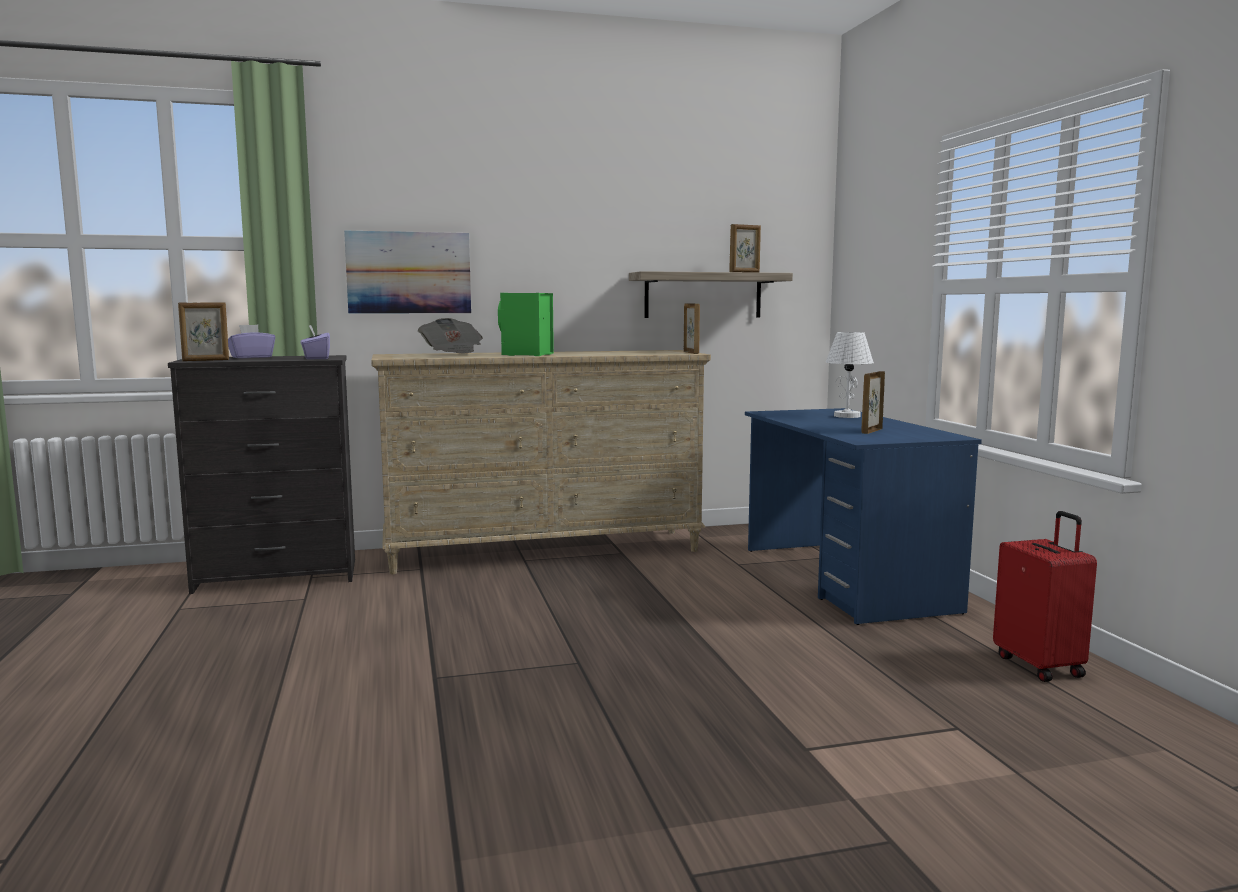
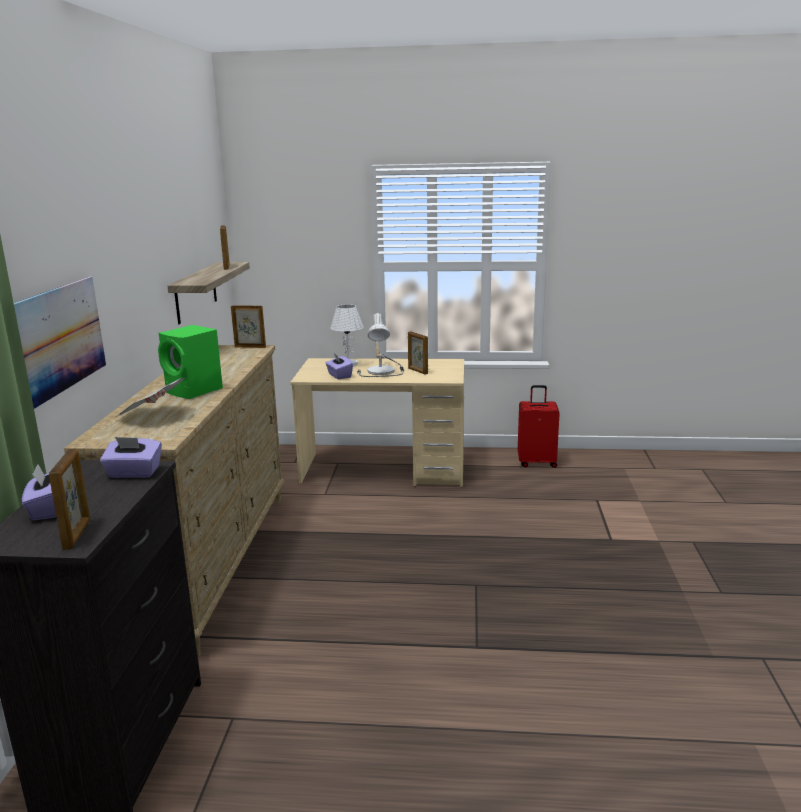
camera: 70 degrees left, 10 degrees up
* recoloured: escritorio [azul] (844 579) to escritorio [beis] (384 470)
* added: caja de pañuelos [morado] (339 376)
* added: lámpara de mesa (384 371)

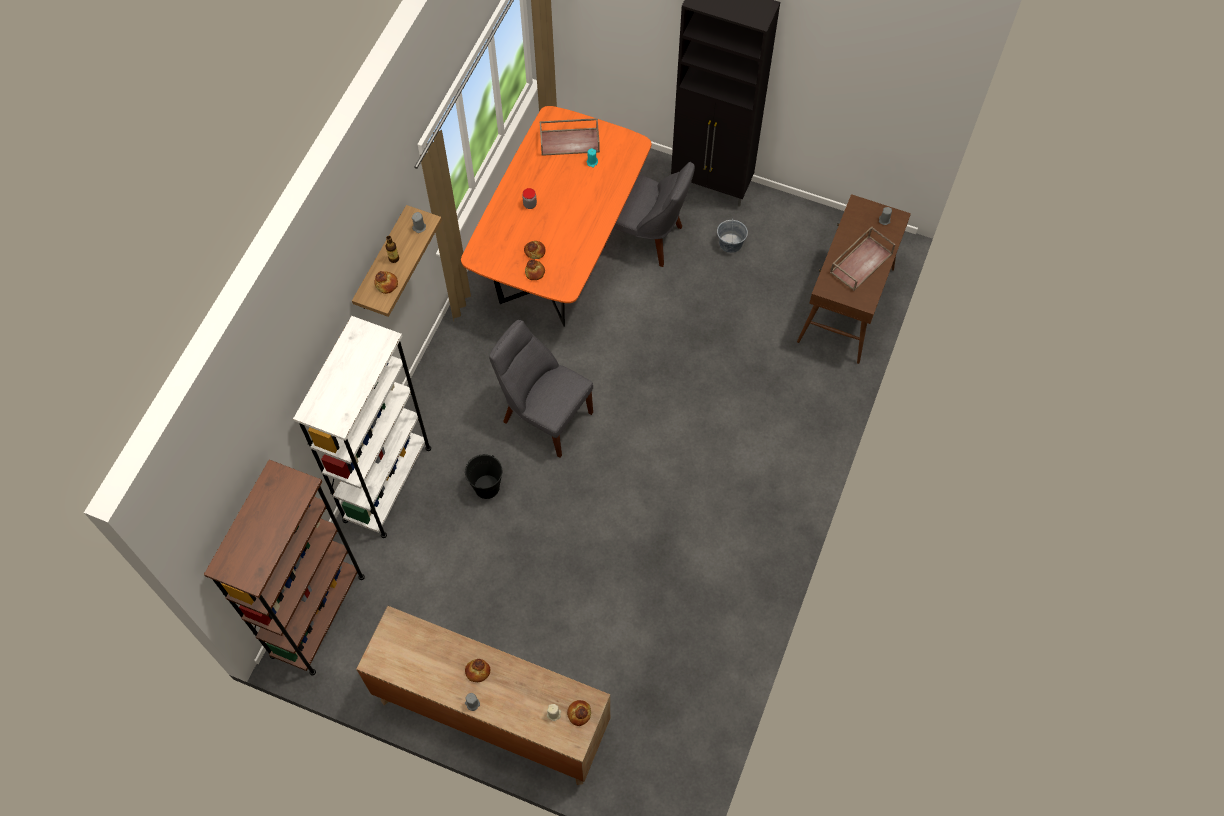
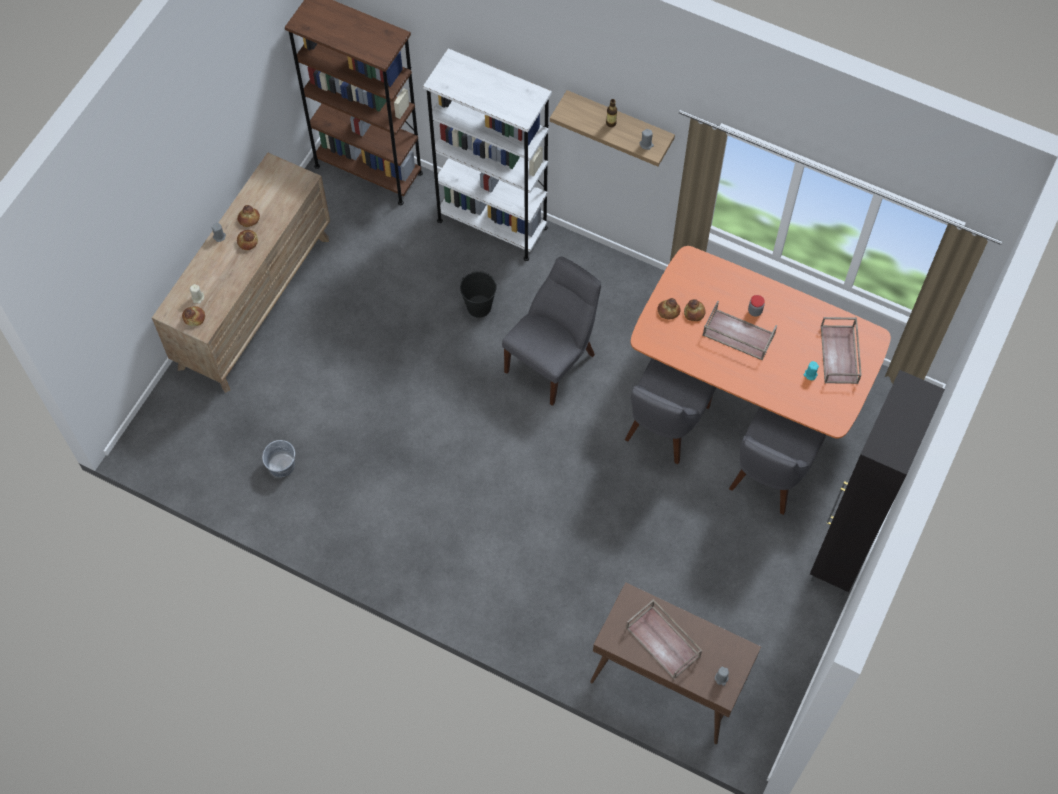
camera: 95 degrees right, 0 degrees up
* moved: pan (387 284) to (249 219)
* moved: cubo [gris] (730 243) to (281 465)
* added: silla [gris] (664 426)
* added: bandeja [marrón] (737 335)

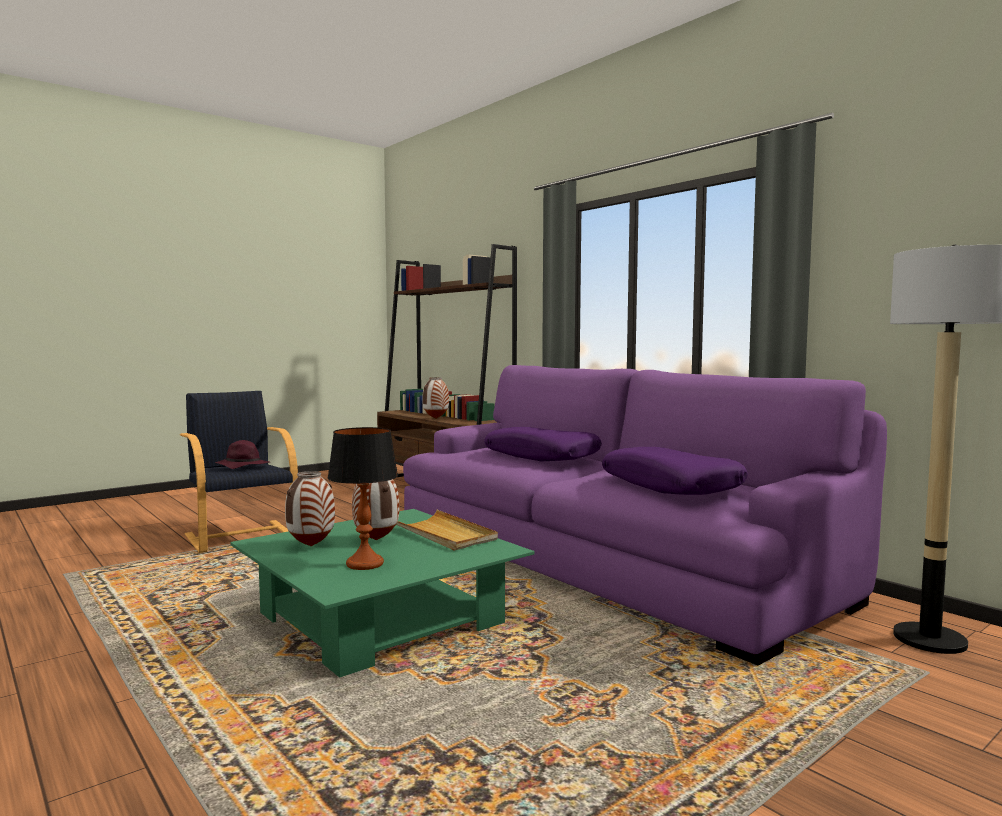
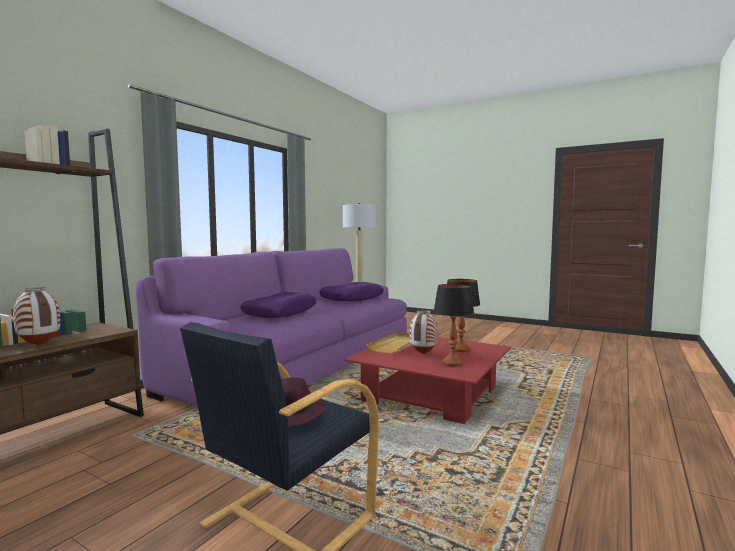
camera: 110 degrees left, 0 degrees up
* recoloured: mesa de centro [verde] (382 619) to mesa de centro [rojo] (430 394)
* replaced: florero (311 546) to lámpara de mesa (452 363)

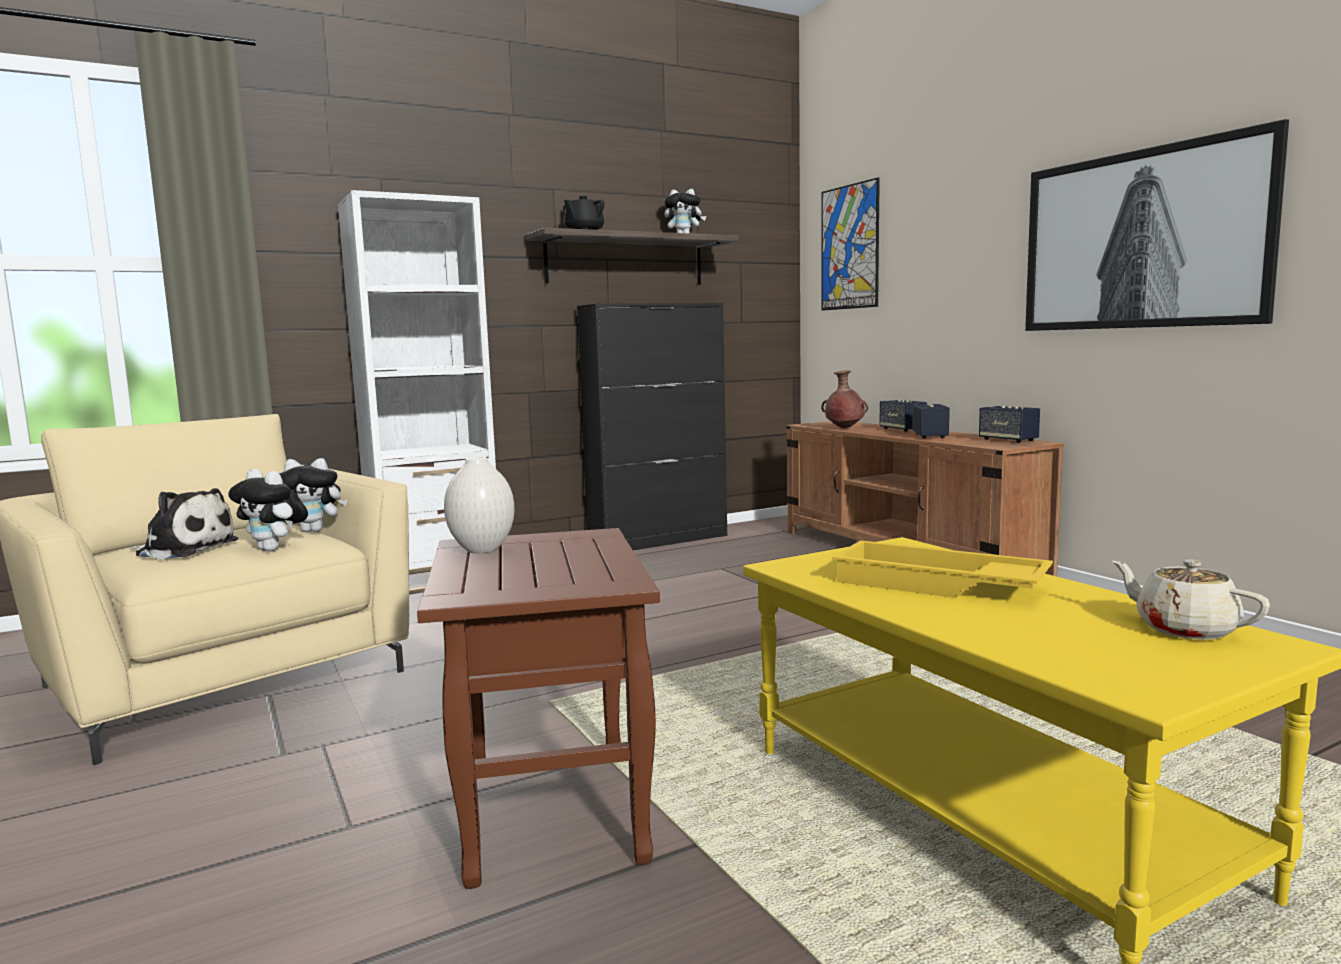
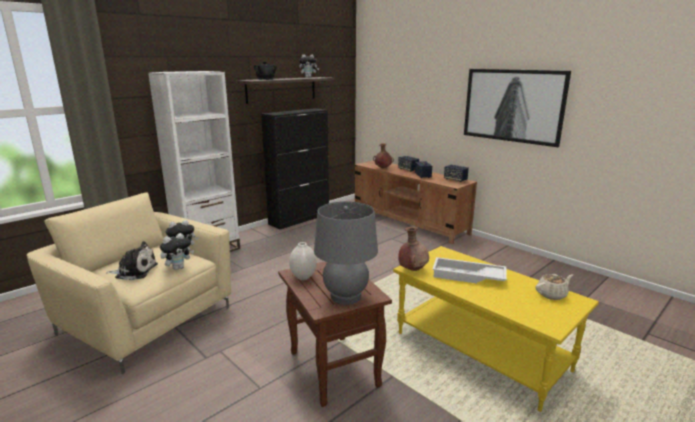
camera: 15 degrees left, 10 degrees up
* turned: peluche (274 549) = (178 268) 60 degrees counterclockwise
* removed: cuadro (849 247)
* recoloured: bandeja [amarillo] (936 585) to bandeja [blanco] (467 276)
* turned: tetera [beis] (1184 629) = (552 294) 120 degrees clockwise
* added: lámpara de mesa [gris] (346 296)
* added: florero [marrón] (412 270)

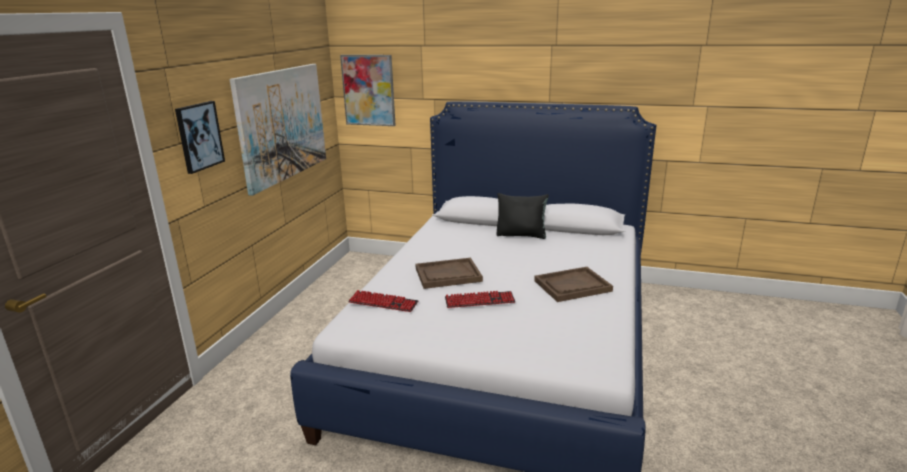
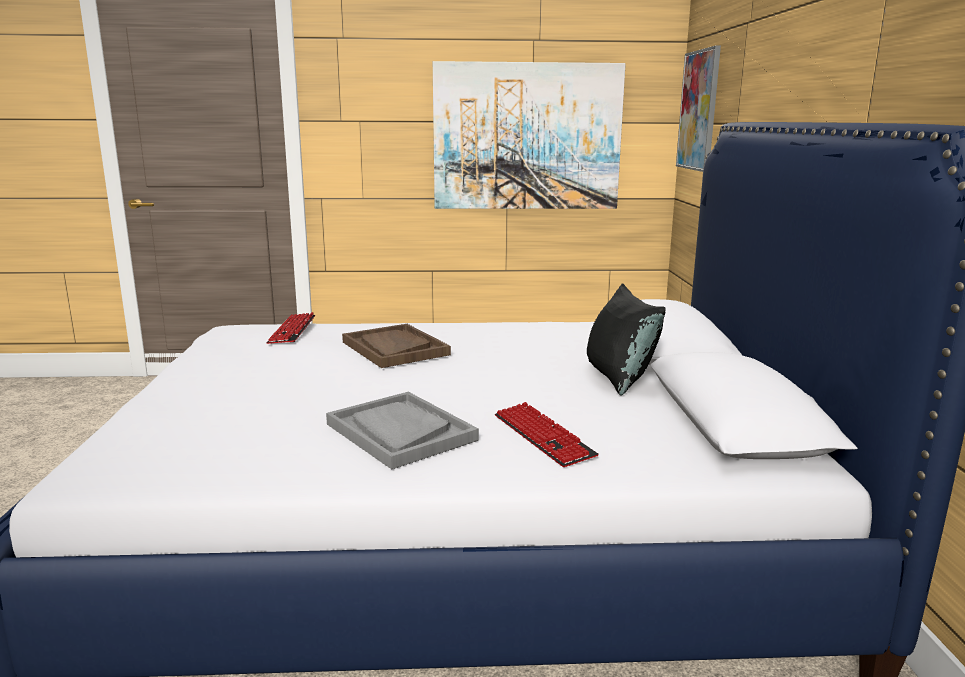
camera: 70 degrees right, 5 degrees down
* removed: cuadro (199 136)
* moved: teclado (479 300) to (543 436)
* recoloured: bandeja [marrón] (572 286) to bandeja [gris] (400 432)

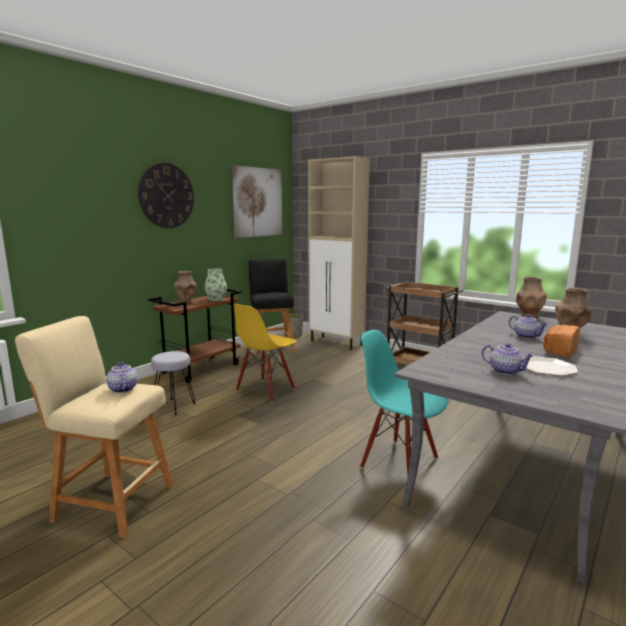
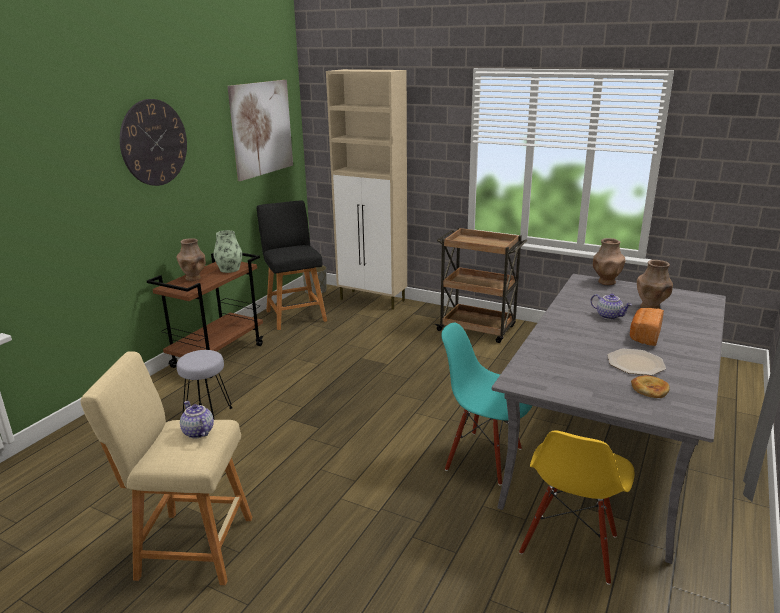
camera: 10 degrees left, 10 degrees up
* moved: silla [amarillo] (265 390) to (570 546)
* removed: tetera (505 371)
* added: pan (649 389)

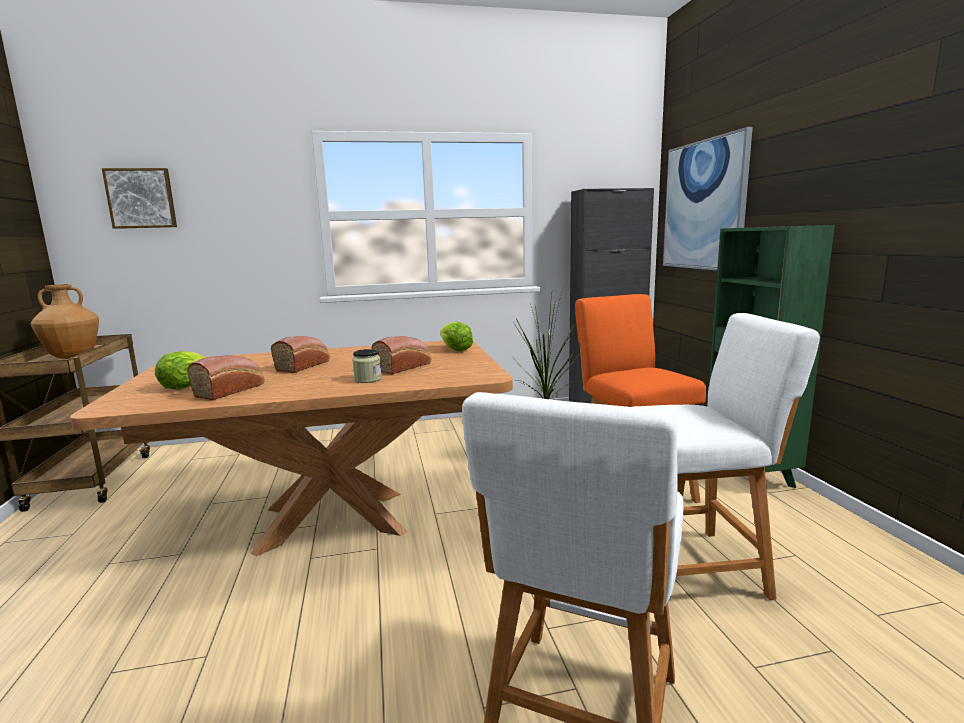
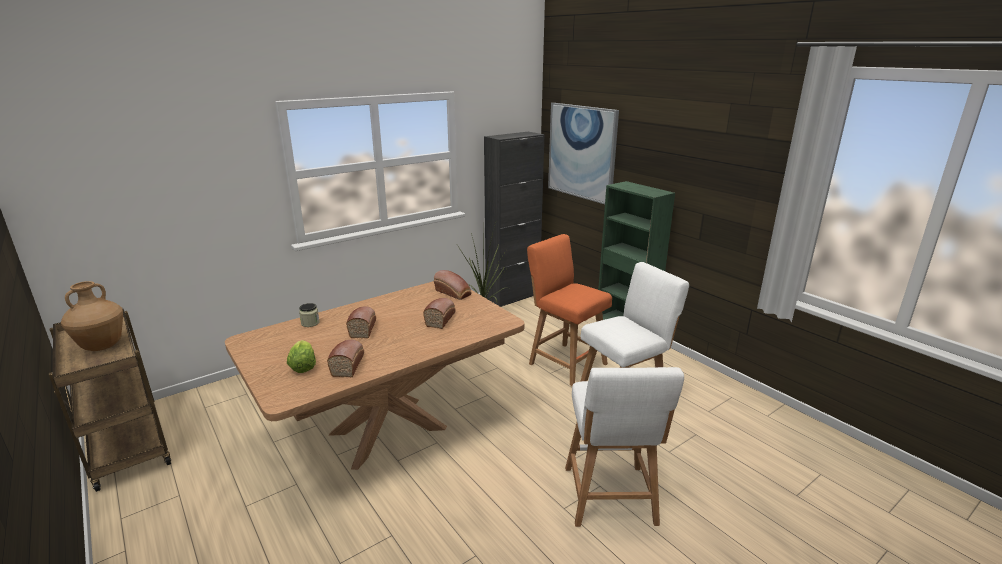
camera: 25 degrees left, 10 degrees up
* removed: cuadro (141 198)
* moved: tarro (368 379) to (310 323)
* replaced: lechuga (455 350) to pan (454 293)

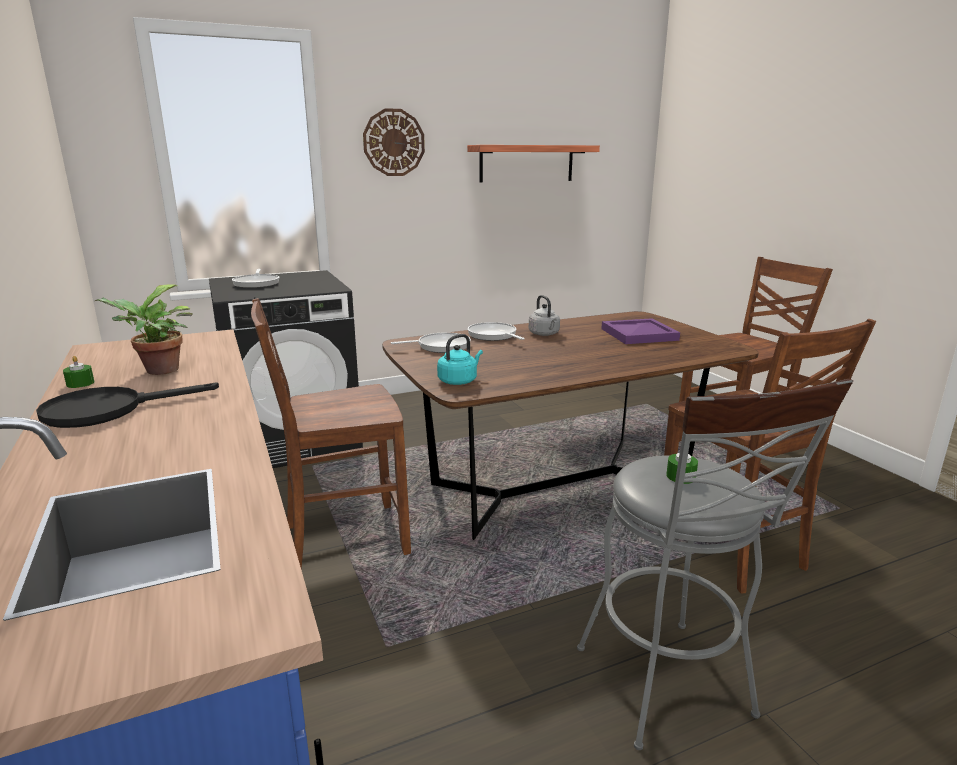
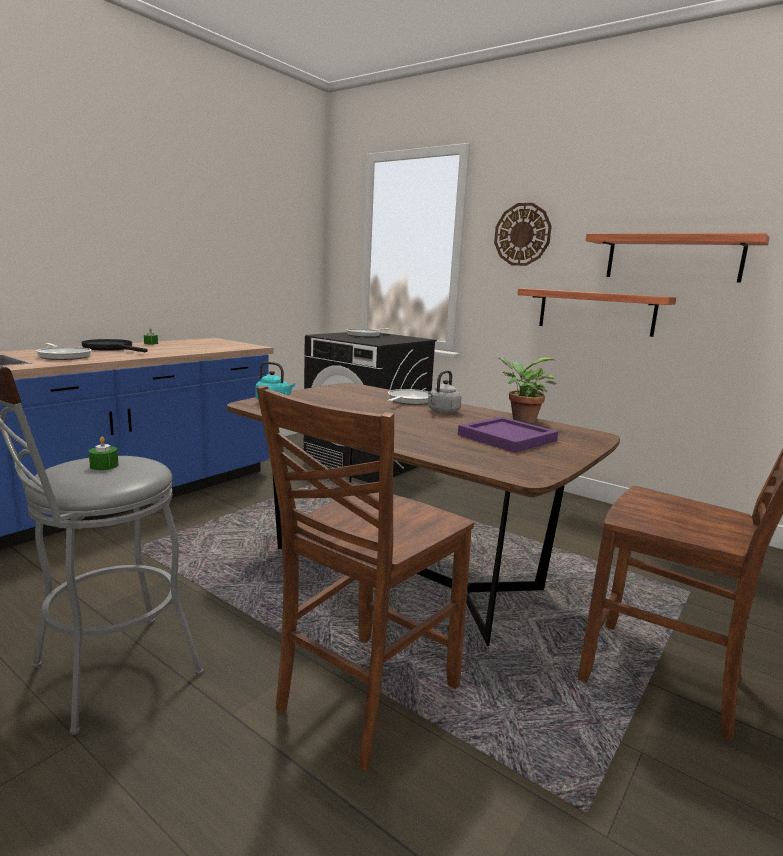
camera: 60 degrees right, 5 degrees down
* moved: planta en maceta (158 371) to (520 419)
* removed: silla [marrón] (343 538)
* moved: sartén (440 346) to (64 356)
* added: estante (595 312)

